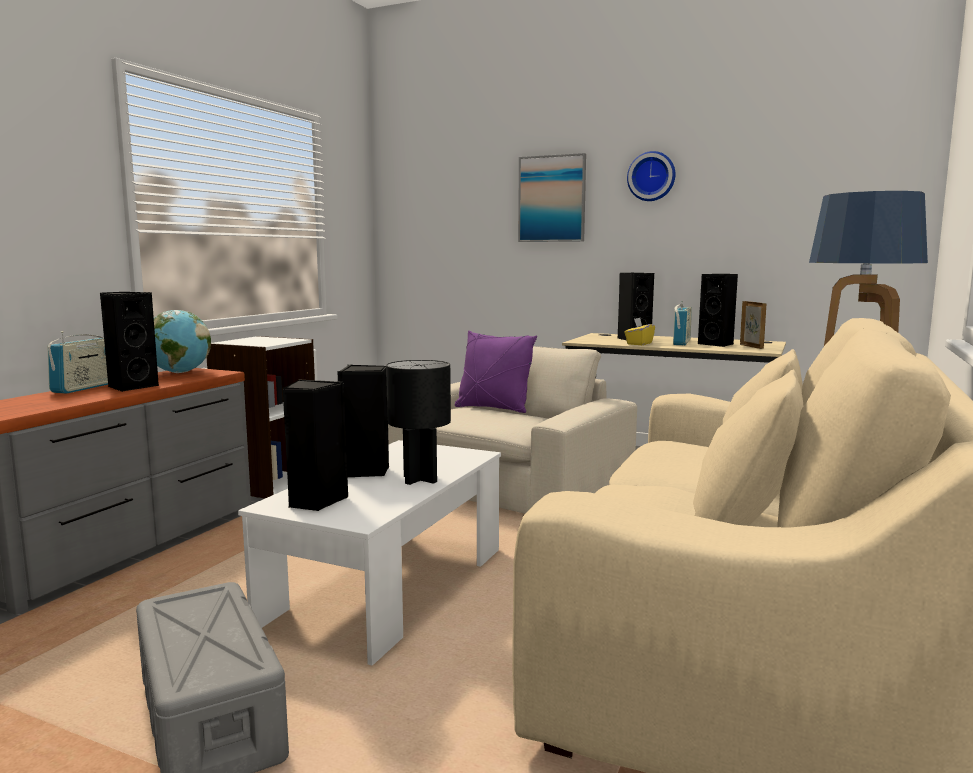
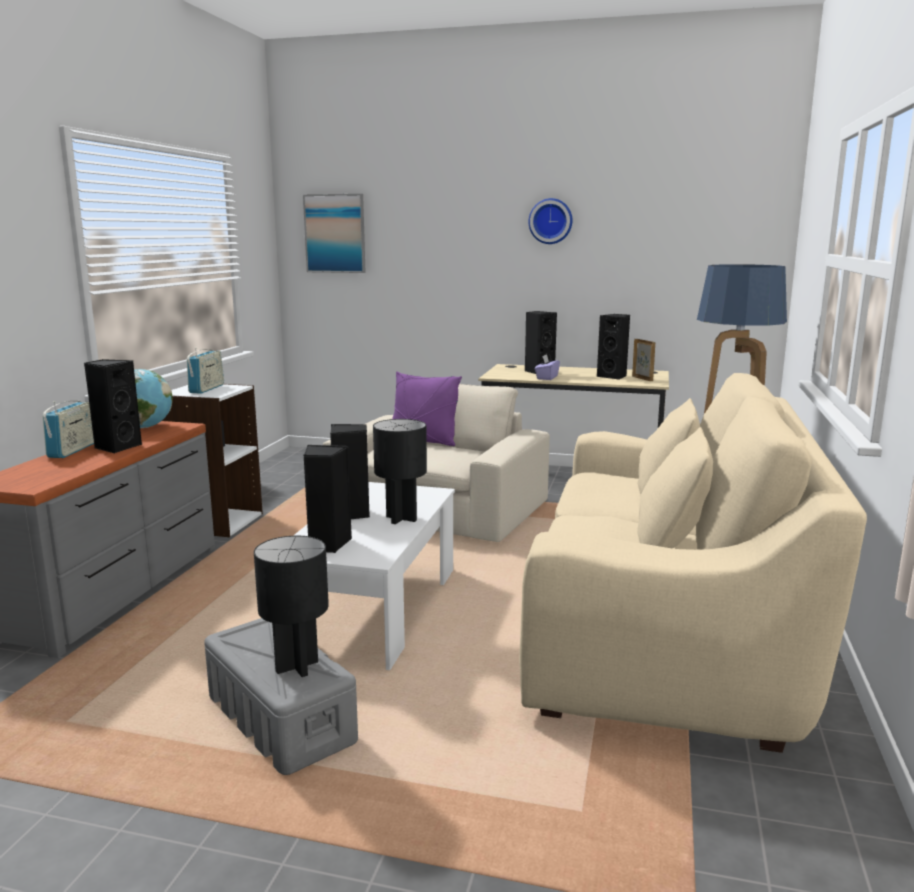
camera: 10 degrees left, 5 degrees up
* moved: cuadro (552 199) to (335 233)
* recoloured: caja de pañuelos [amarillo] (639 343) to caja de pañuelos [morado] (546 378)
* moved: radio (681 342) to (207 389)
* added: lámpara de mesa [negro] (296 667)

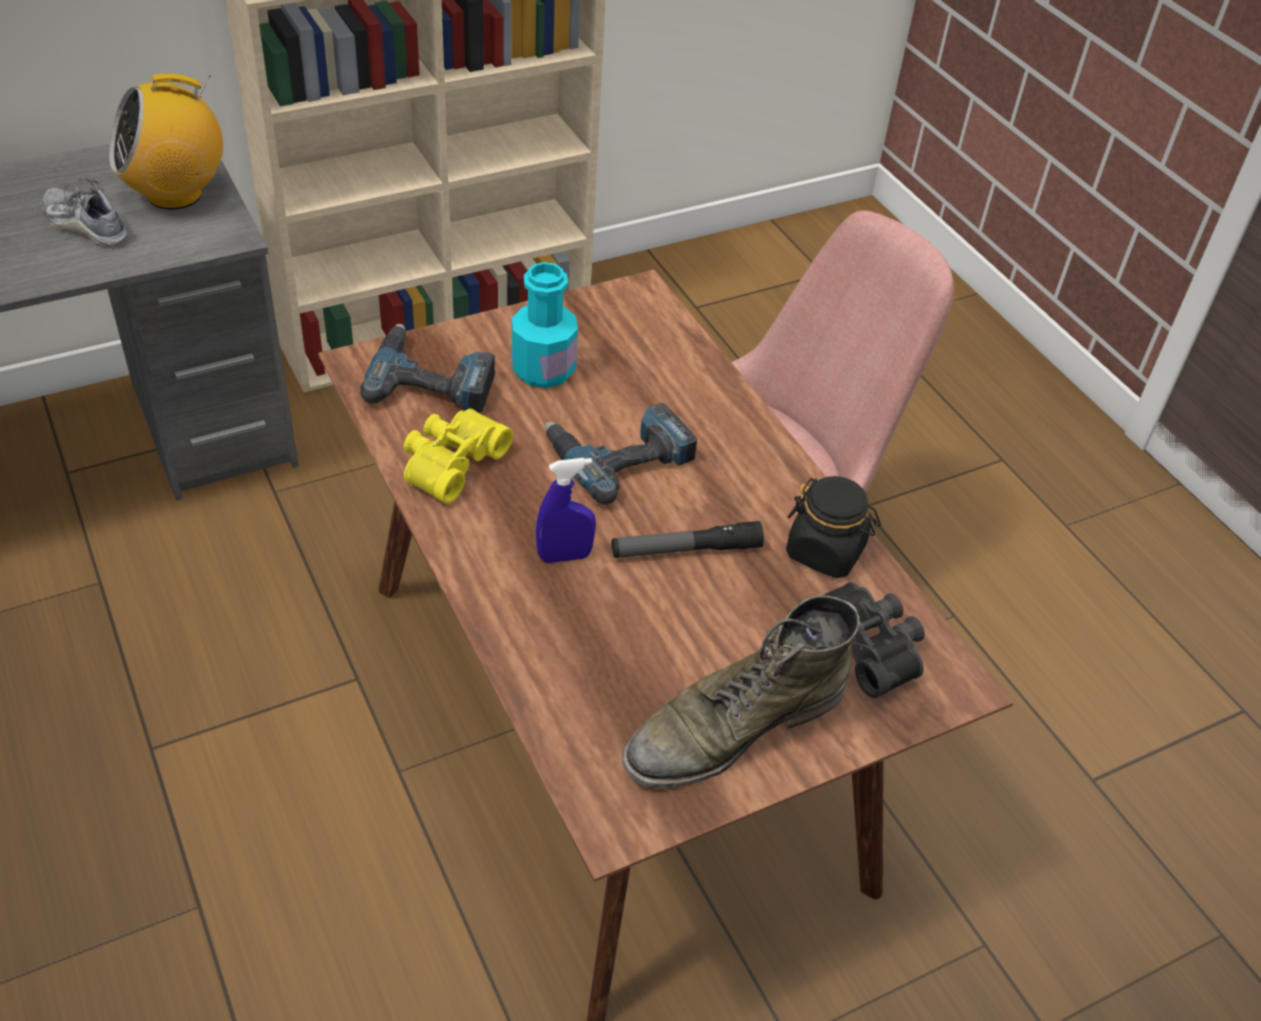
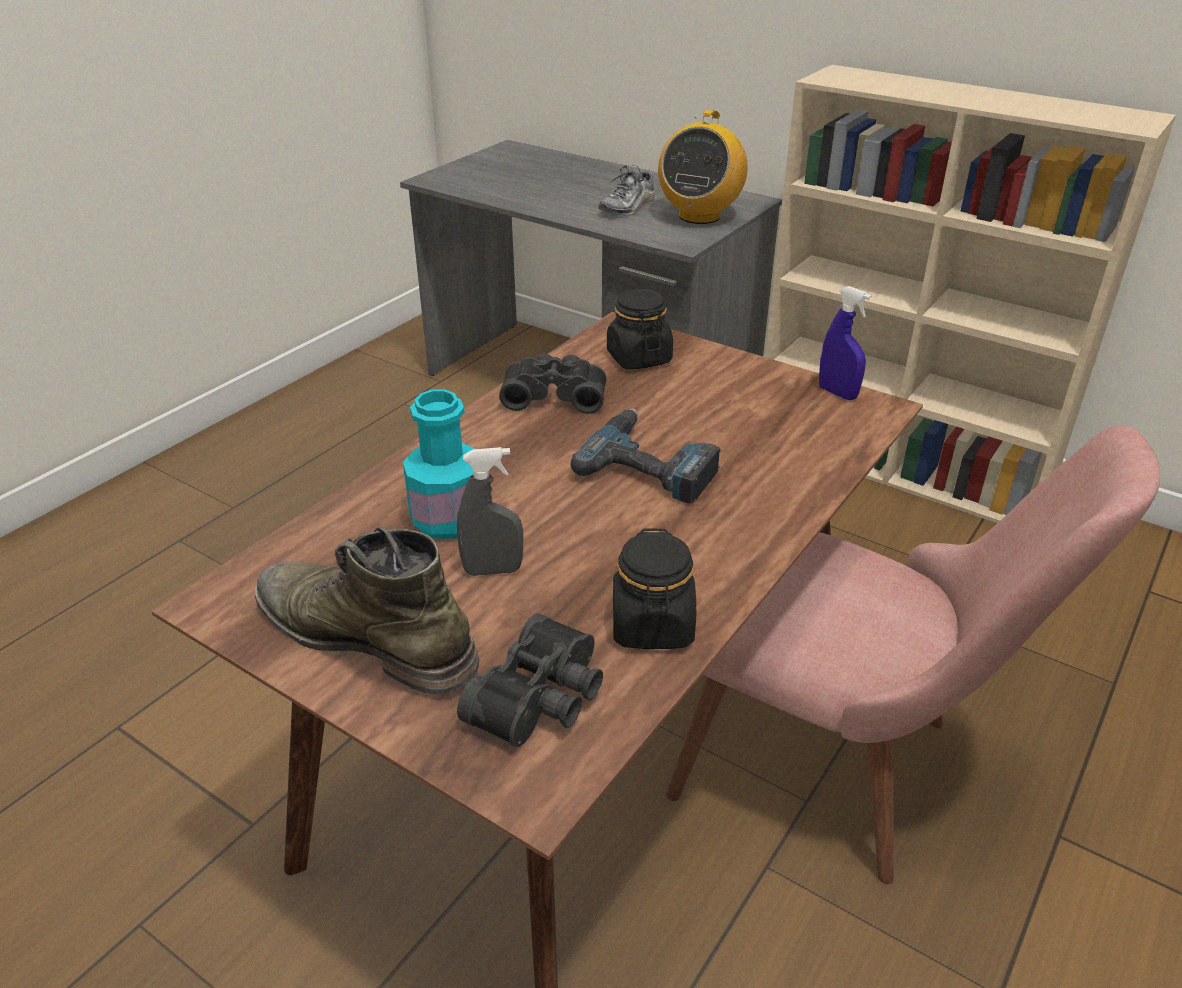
camera: 65 degrees right, 10 degrees down
* turned: zapato (85 226) = (628 207) 150 degrees counterclockwise
* turned: radio (175 194) = (699 216) 105 degrees counterclockwise
* replaced: taladro (432 379) to tarro [negro] (638 358)
* recoloured: prismáticos [amarillo] (450 462) to prismáticos [negro] (555 395)
* moved: botella [turquesa] (543 369) to (448 519)
* moved: pulverizador [azul] (564 556) to (837 393)
* removed: linterna (686 550)
* added: pulverizador [gris] (493 570)

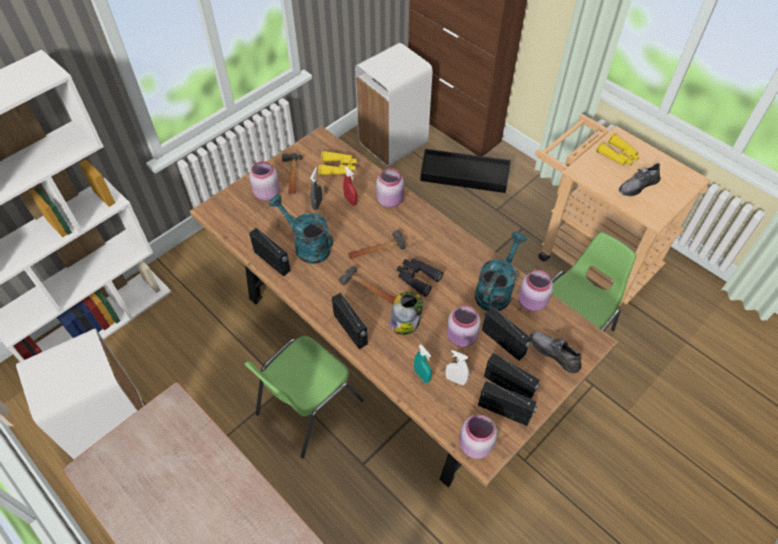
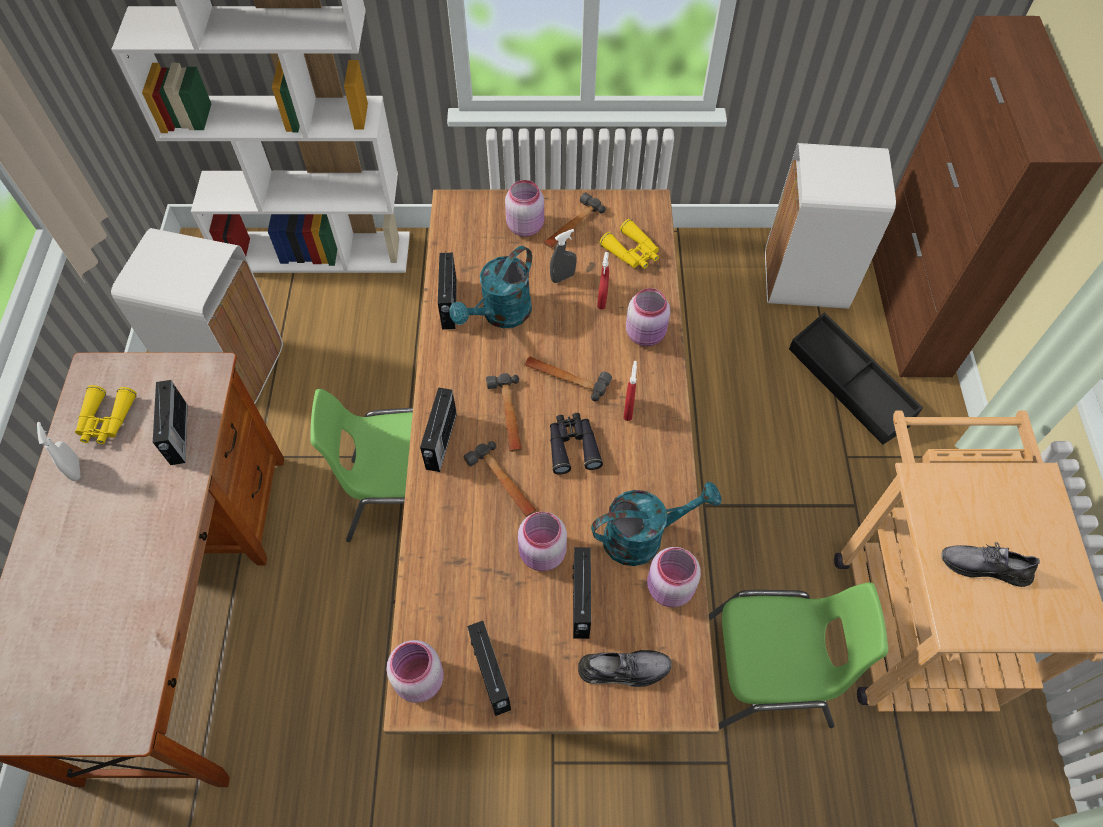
camera: 45 degrees right, 5 degrees up
* turned: regadera [turquesa] (307 246) = (500 315) 135 degrees counterclockwise
* replaced: tarro (405 322) to martillo (503 483)
* removed: pulverizador [turquesa] (422 375)
* moved: pulverizador [blanco] (455 380) to (75 469)
* moved: radio (509 386) to (178 435)
* turned: zapato [gris] (554 353) = (624 669) 90 degrees clockwise
* moved: prismáticos [amarillo] (618 156) to (106 420)
* added: pulverizador [rojo] (628 410)

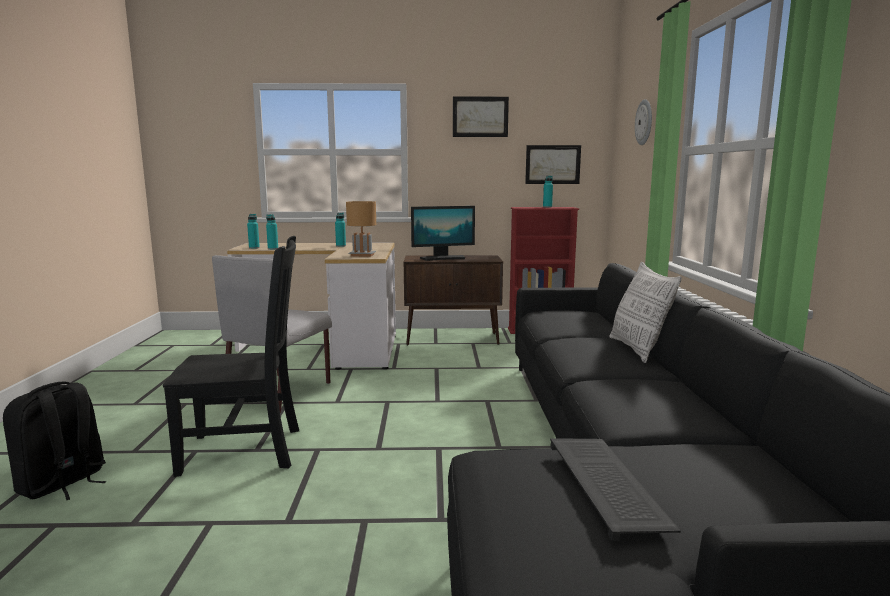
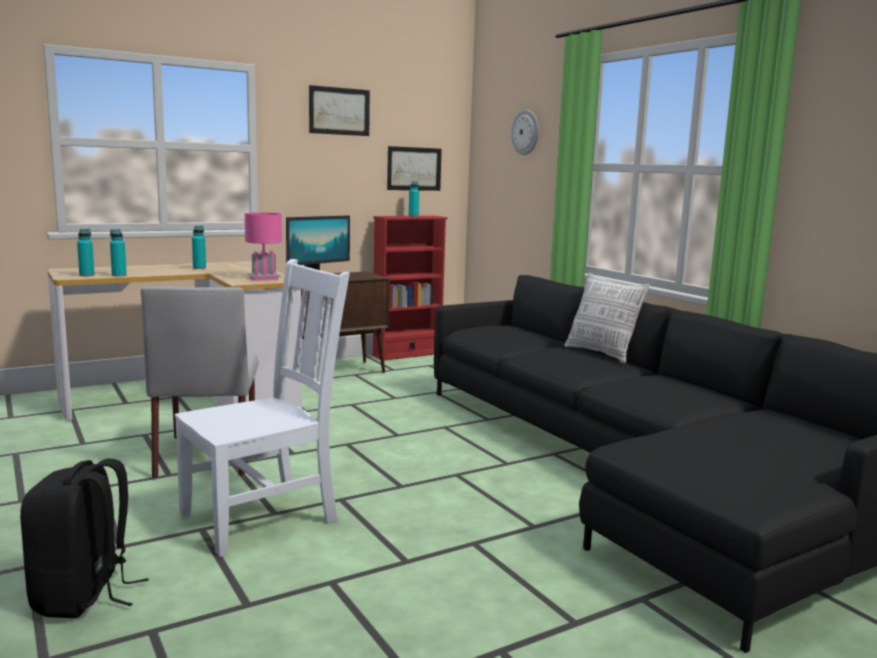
camera: 30 degrees left, 0 degrees up
* recoloured: silla [negro] (246 450) to silla [blanco] (264 516)
* recoloured: lámpara de mesa [marrón] (362 255) to lámpara de mesa [rosa] (264 278)
* removed: teclado (608 486)

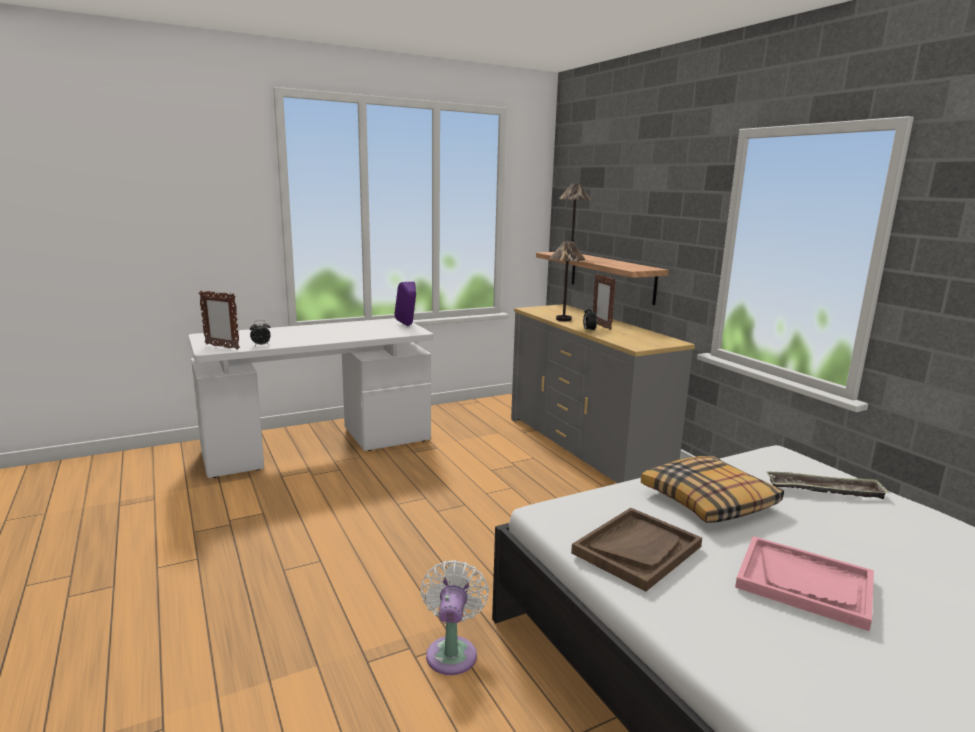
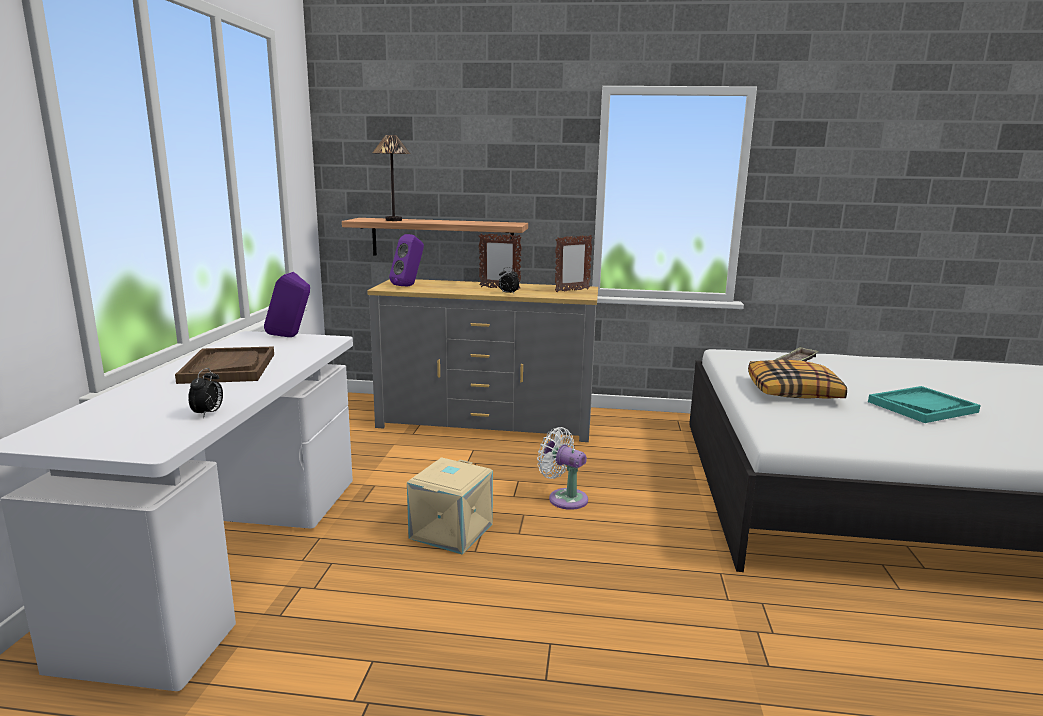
camera: 55 degrees left, 0 degrees up
* moved: portarretratos (222 347) to (572 290)
* moved: ventilador [blanco] (452 651) to (564 498)
* removed: lámpara de mesa (564 319)
* moved: bandeja [marrón] (637 549) to (228 368)
* recoloured: bandeja [rosa] (804 583) to bandeja [turquesa] (922 407)
* added: altavoz [morado] (409 286)
* added: caja de almacenaje [beis] (452 532)

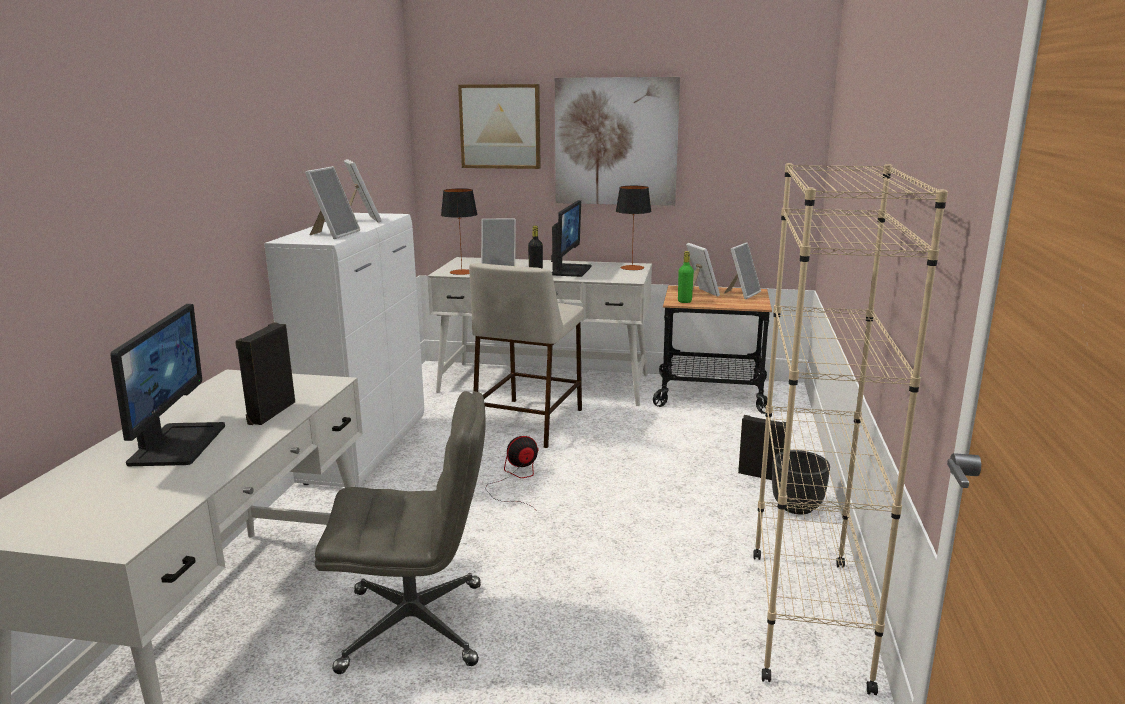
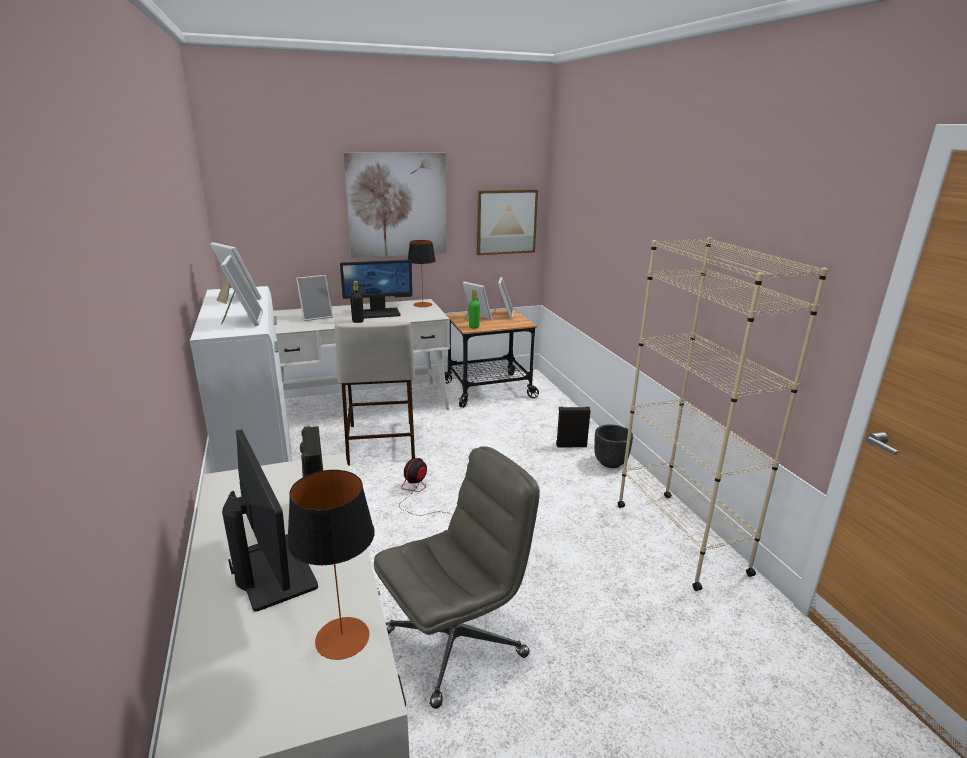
camera: 30 degrees left, 5 degrees up
* moved: lámpara de mesa (461 272) to (342 637)
* moved: cuadro (500 126) to (506 222)
* turned: monitor (570 270) = (379 313) 90 degrees clockwise

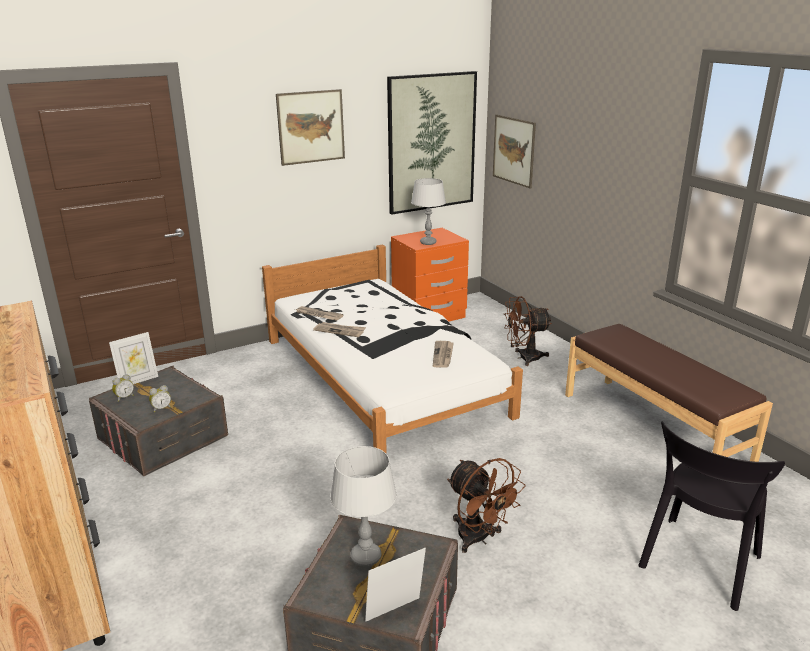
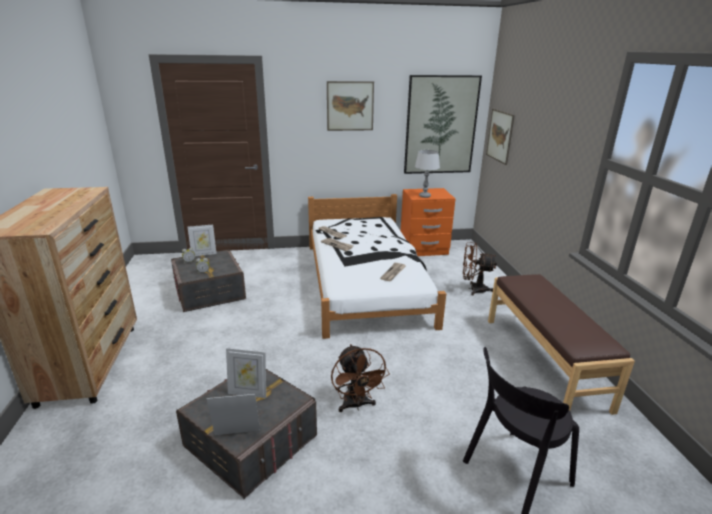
camera: 20 degrees right, 0 degrees up
* replaced: lámpara de mesa [gris] (366 557) to portarretratos (248 393)

